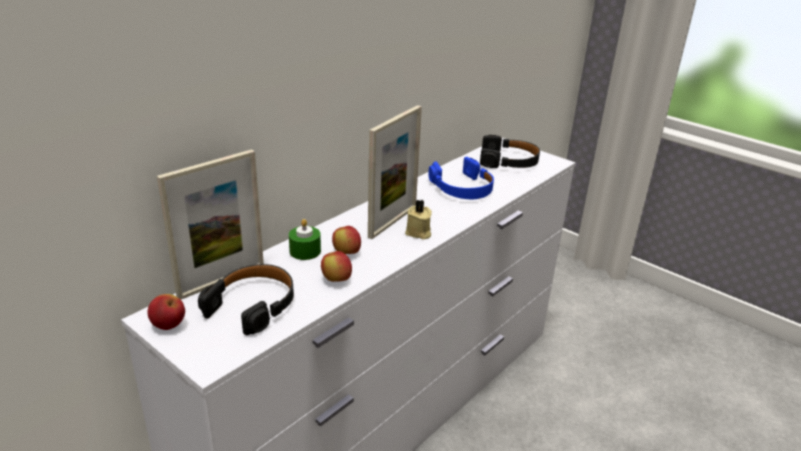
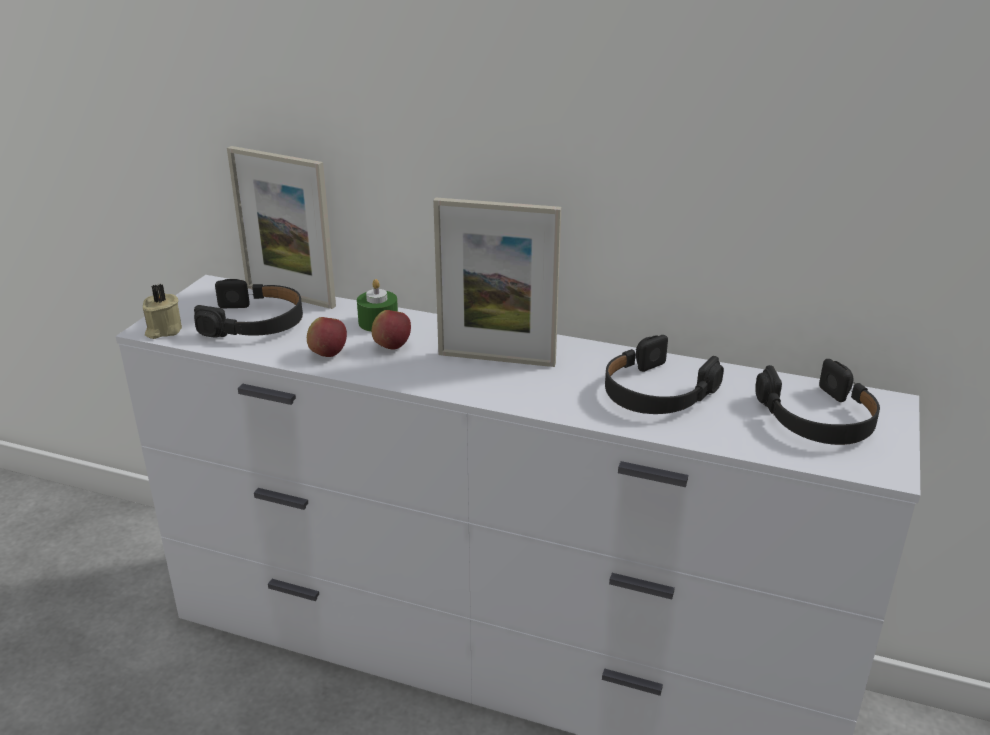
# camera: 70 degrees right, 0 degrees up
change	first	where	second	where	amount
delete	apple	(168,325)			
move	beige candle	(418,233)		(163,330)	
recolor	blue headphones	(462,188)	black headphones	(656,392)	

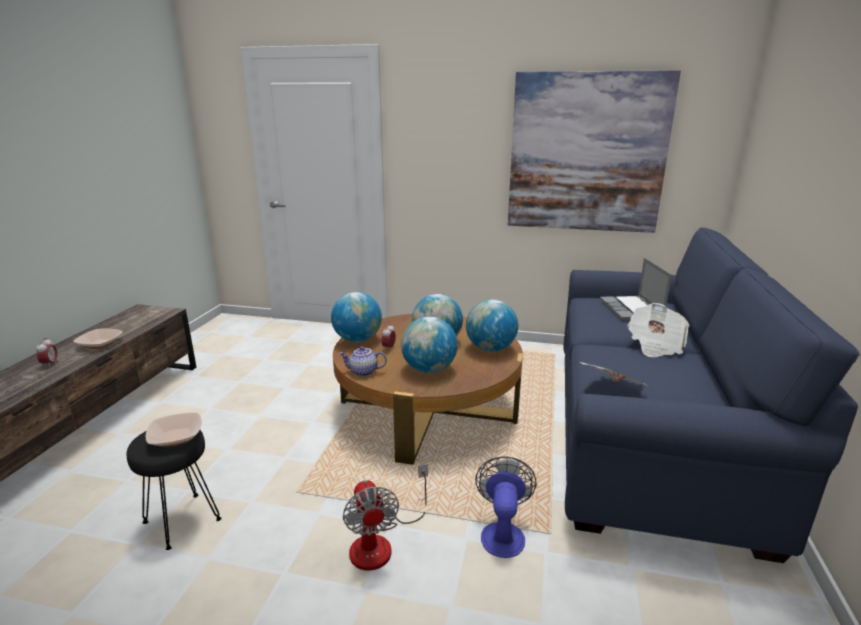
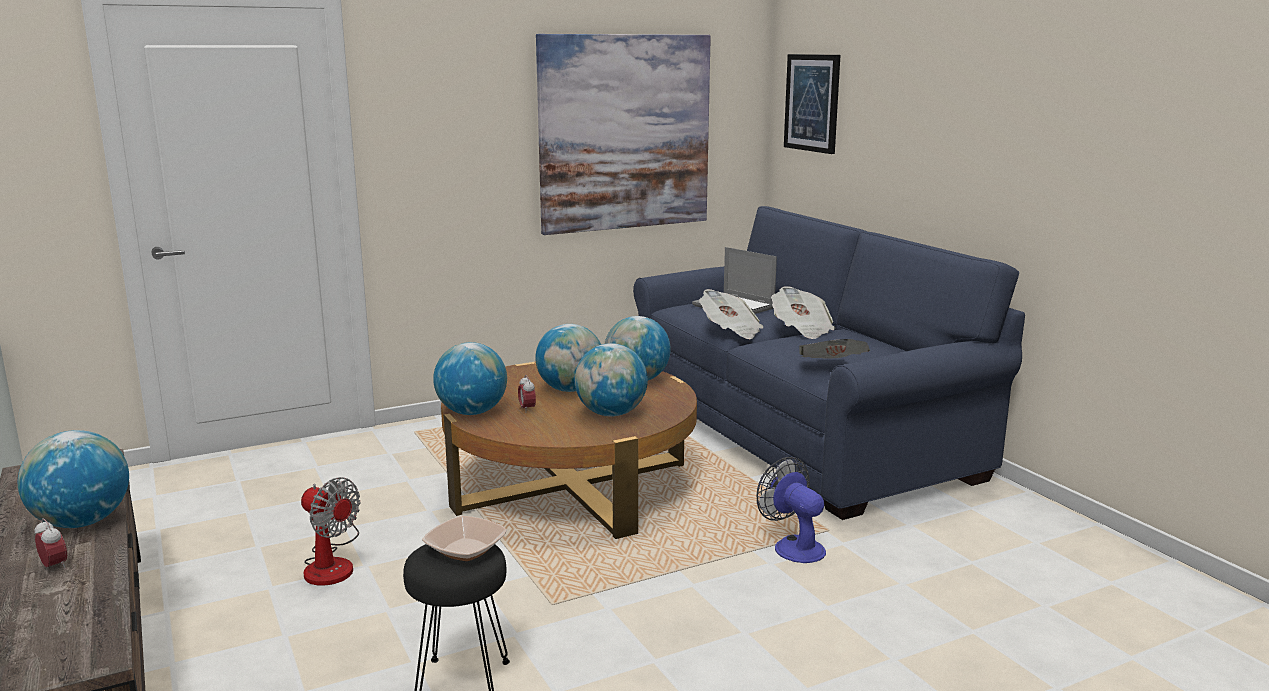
# camera: 40 degrees left, 5 degrees down
change	first	where	second	where	amount
replace	bowl	(100,344)	globe	(82,522)	
delete	teapot	(363,372)			
move	fan	(381,542)		(332,563)	
insert			newspaper	(731,331)	
insert			picture	(812,103)	

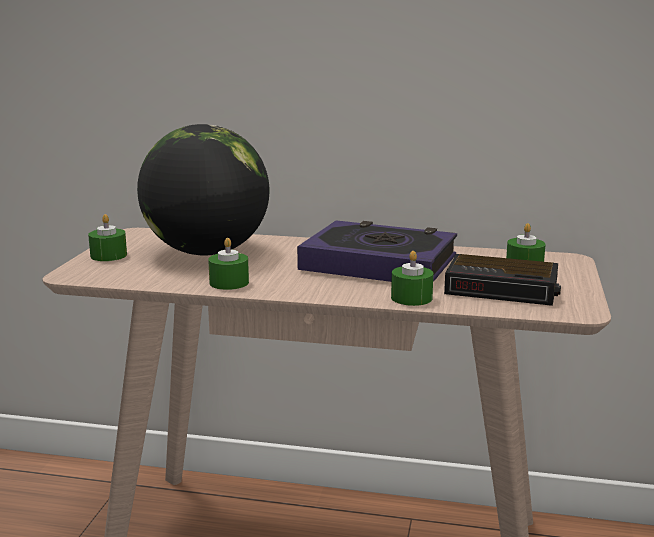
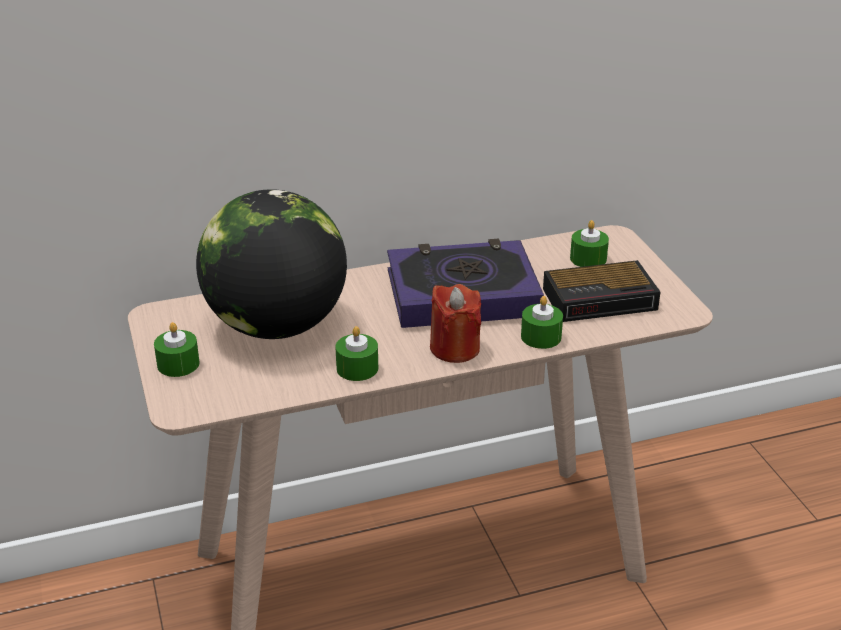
# camera: 30 degrees left, 15 degrees up
change	first	where	second	where	amount
insert			red candle	(454,348)	

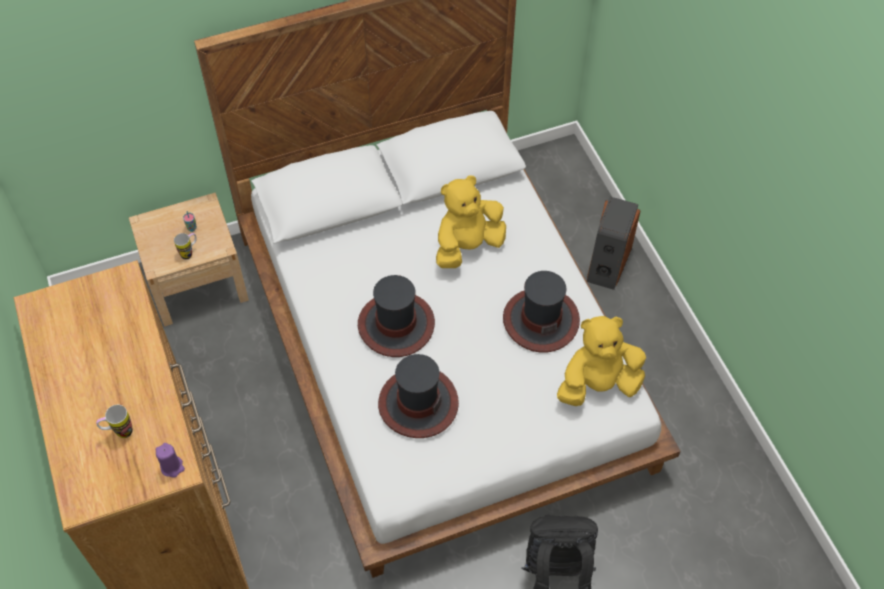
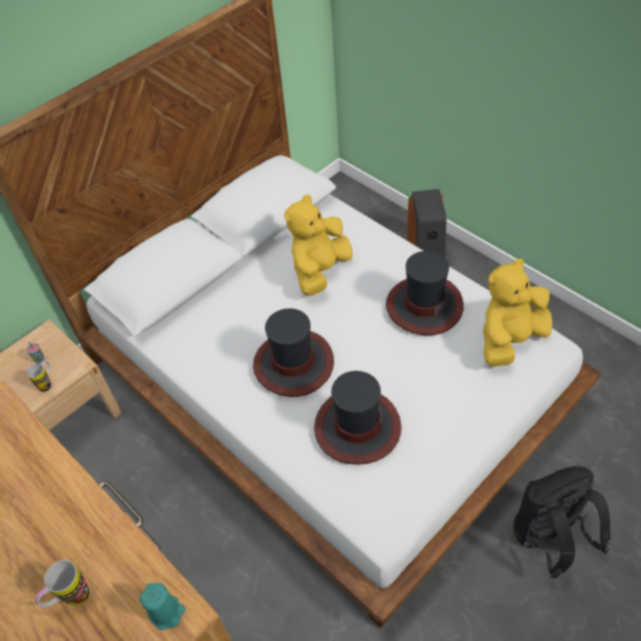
# camera: 20 degrees left, 5 degrees down
change	first	where	second	where	amount
recolor	purple candle	(172,467)	turquoise candle	(167,612)	

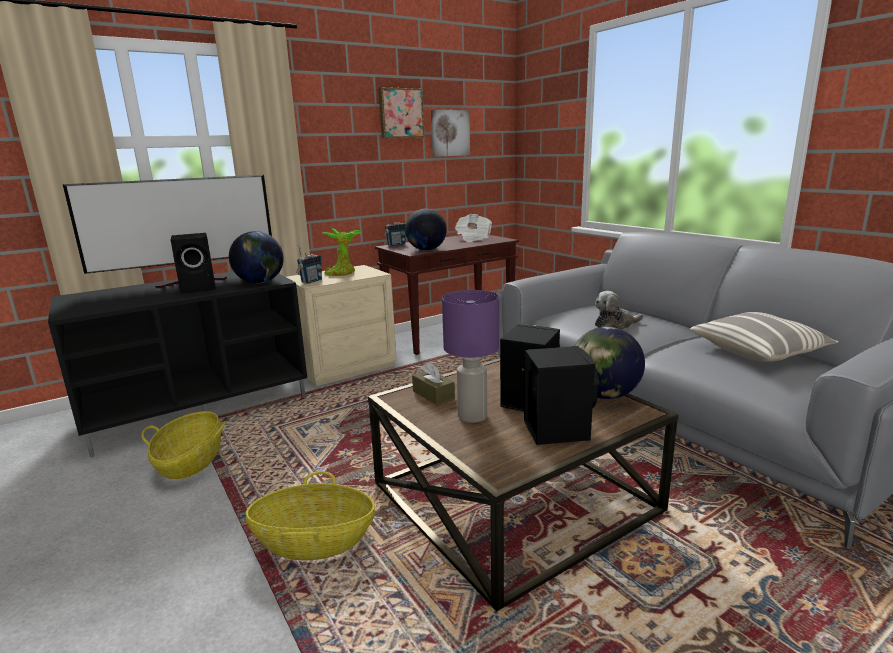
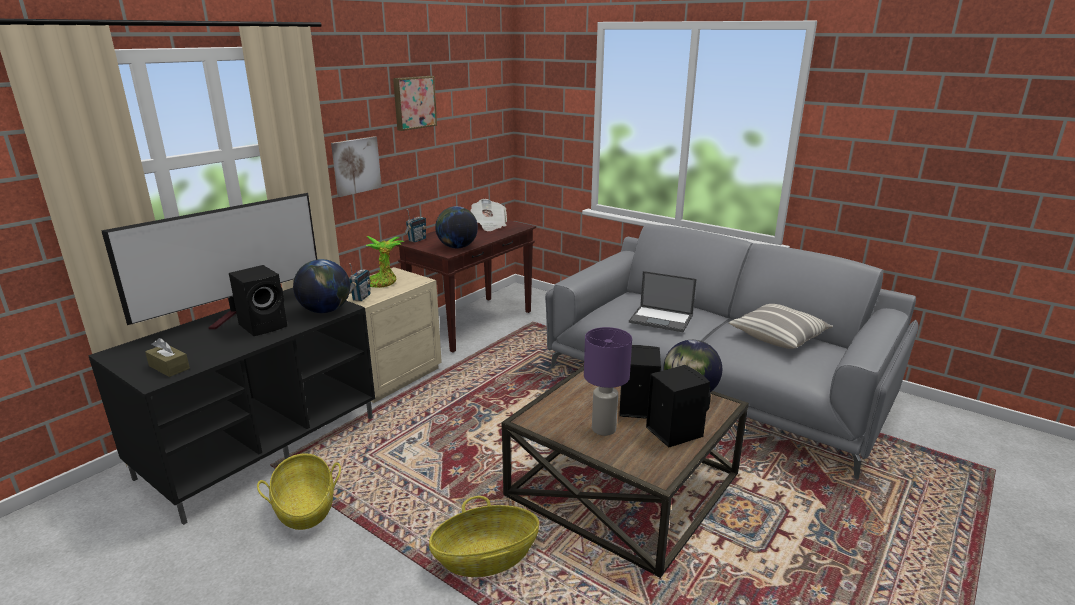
# camera: 20 degrees left, 5 degrees up
change	first	where	second	where	amount
move	brown tissue box	(433,395)		(169,367)	
move	picture	(449,133)		(355,165)	
replace	plush toy	(615,325)	laptop	(662,319)	

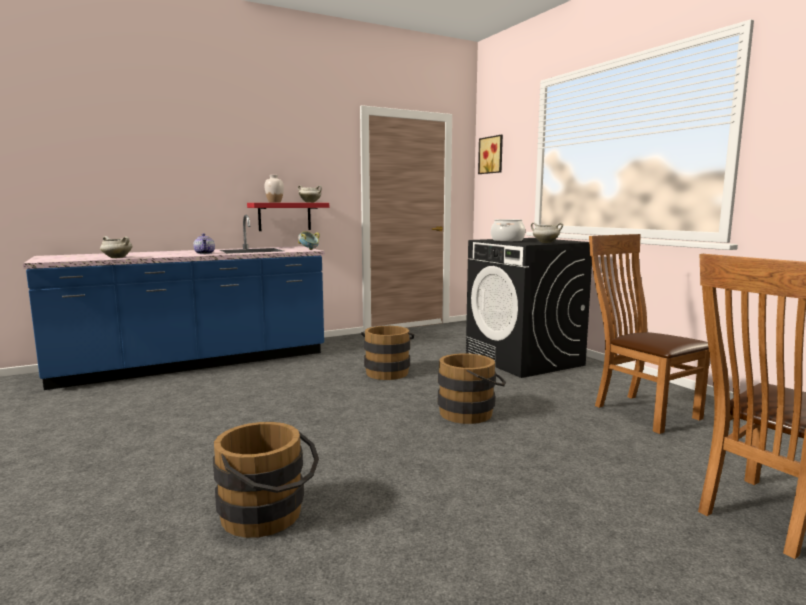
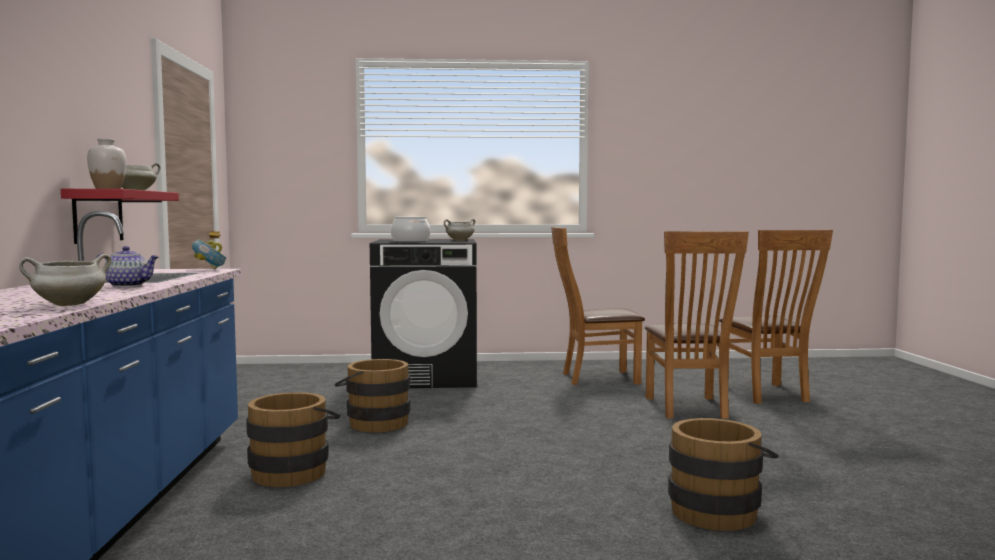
# camera: 65 degrees left, 5 degrees down
change	first	where	second	where	amount
move	brown bucket	(471,413)		(293,471)	
delete	picture	(492,155)			
insert			brown chair	(688,409)	

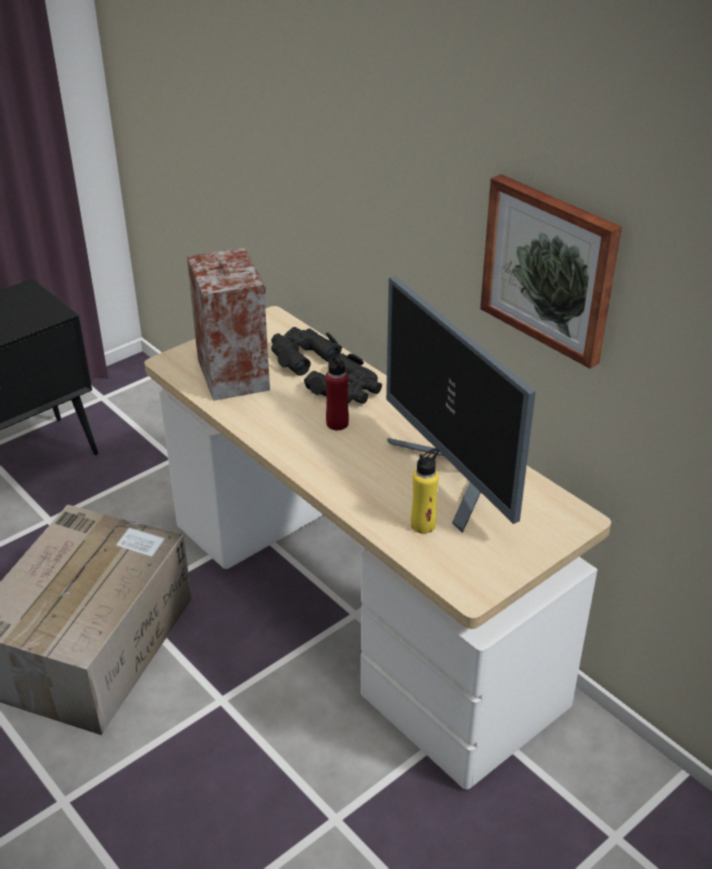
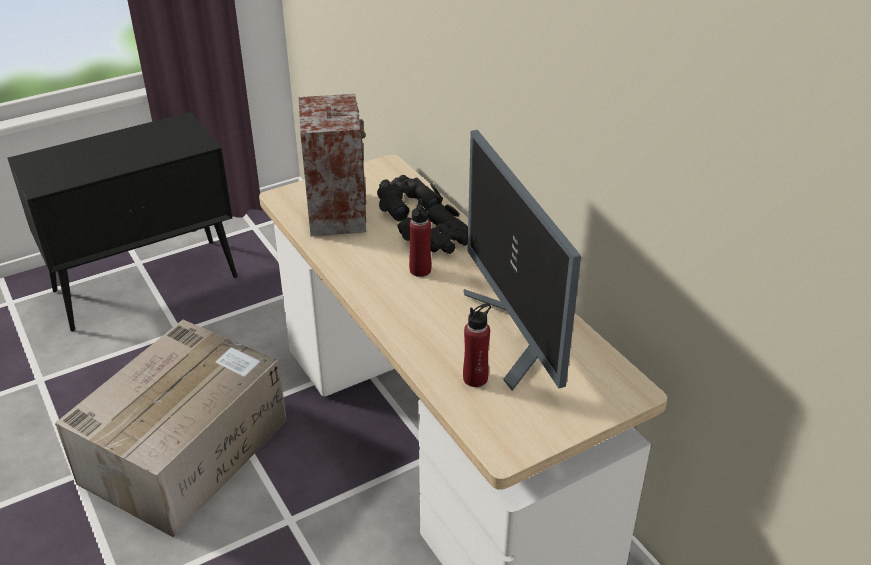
# camera: 10 degrees right, 0 degrees up
change	first	where	second	where	amount
recolor	yellow bottle	(423,525)	red bottle	(475,378)	
delete	picture	(550,268)			

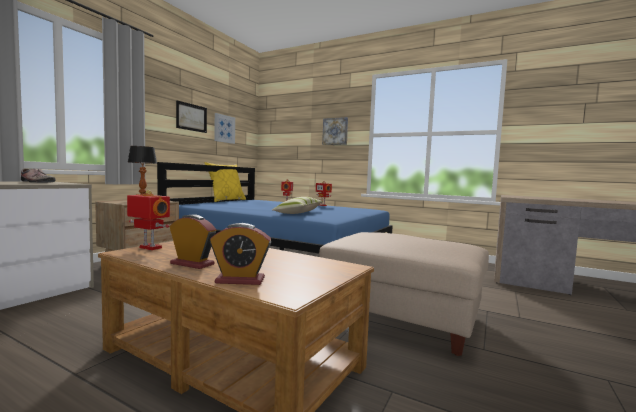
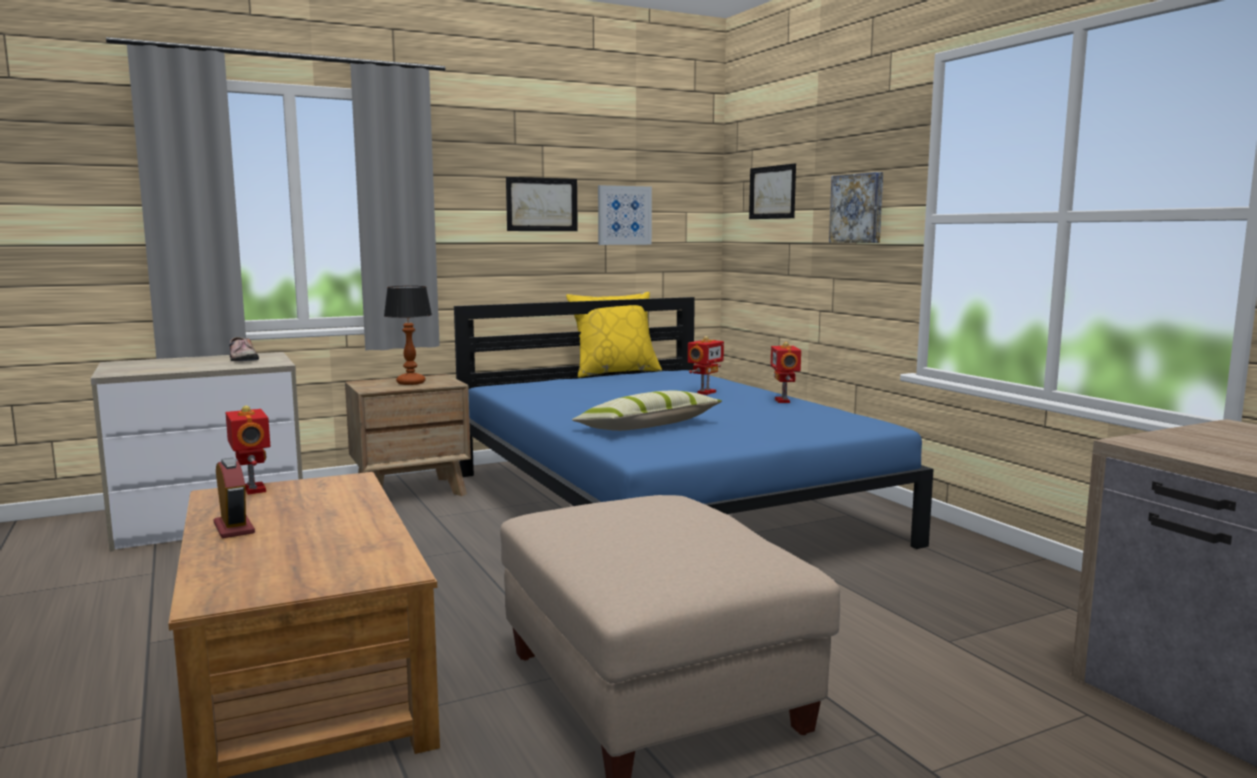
# camera: 35 degrees right, 5 degrees up
change	first	where	second	where	amount
delete	alarm clock	(240,280)			
insert			picture	(772,192)	

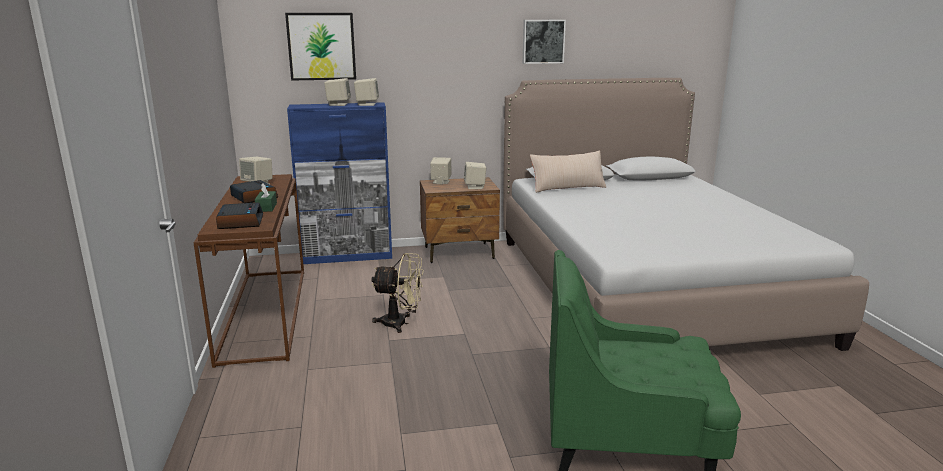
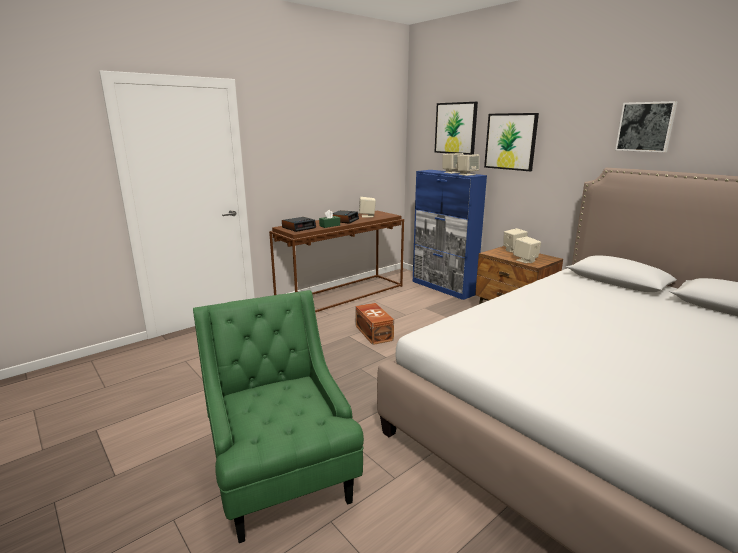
# camera: 60 degrees right, 0 degrees up
change	first	where	second	where	amount
replace	beige fan	(401,323)	brown storage box	(374,332)	
delete	beige pillow	(567,187)			
insert			picture	(510,141)	

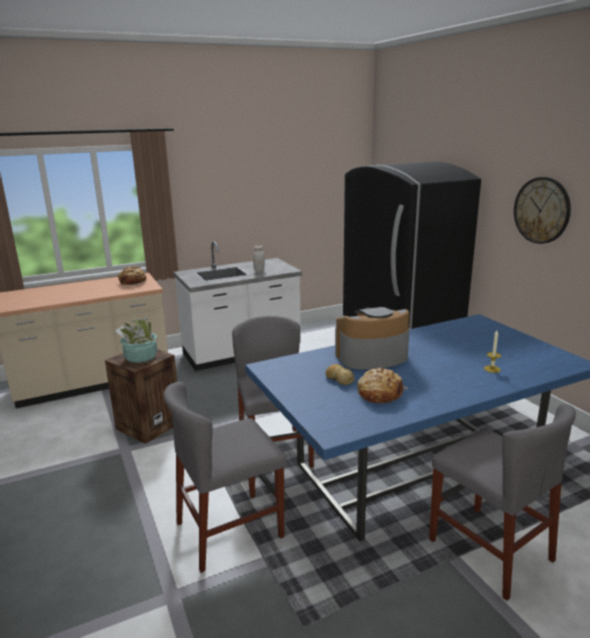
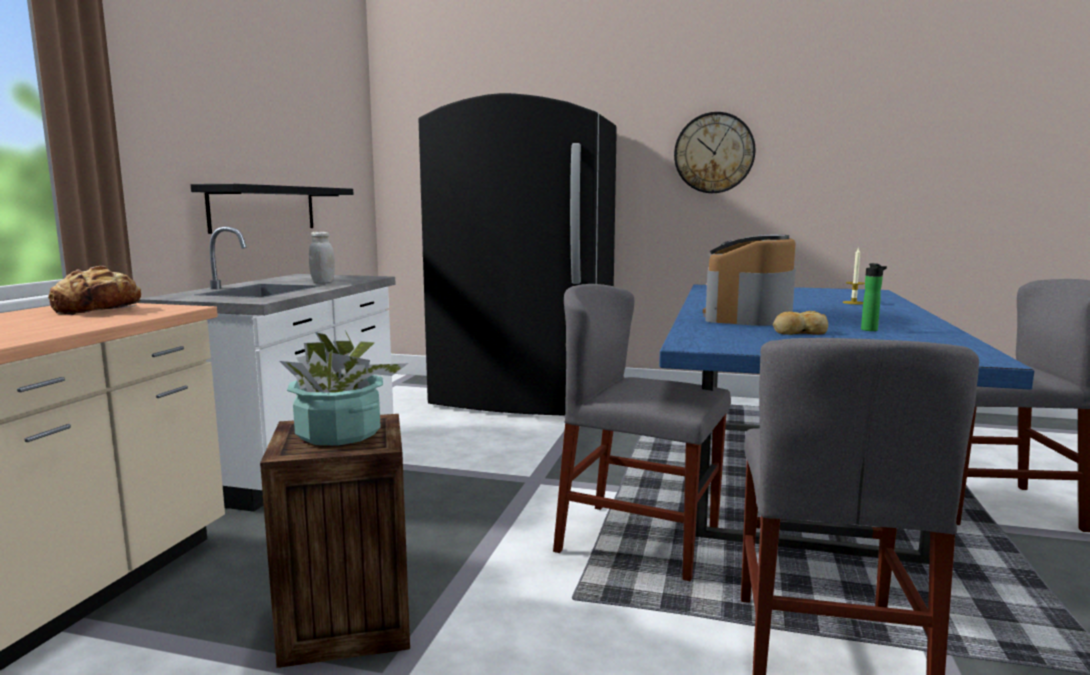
# camera: 50 degrees left, 10 degrees down
change	first	where	second	where	amount
replace	bread	(379,393)	bottle	(870,330)	
insert			black shelf	(264,208)	

